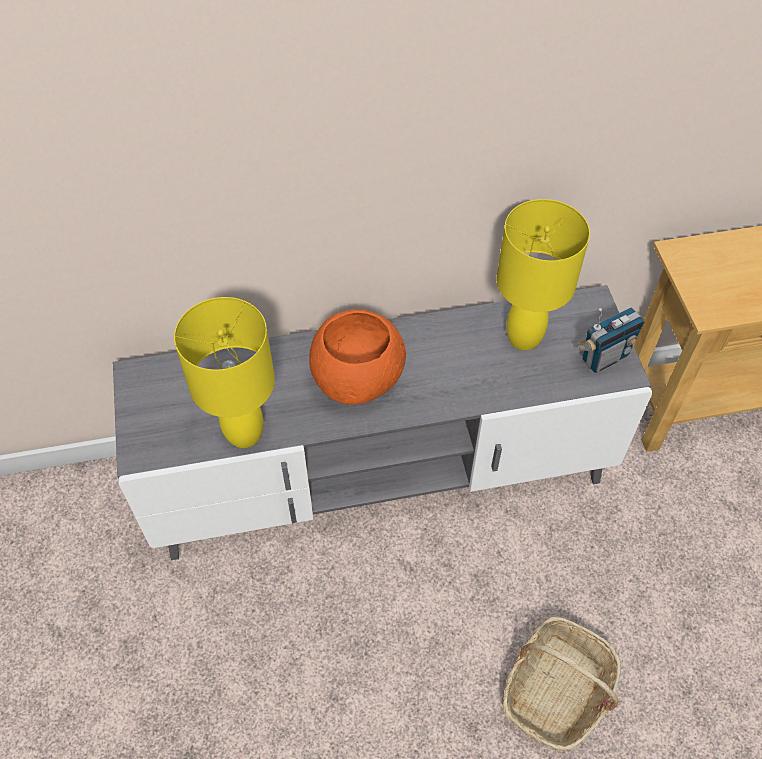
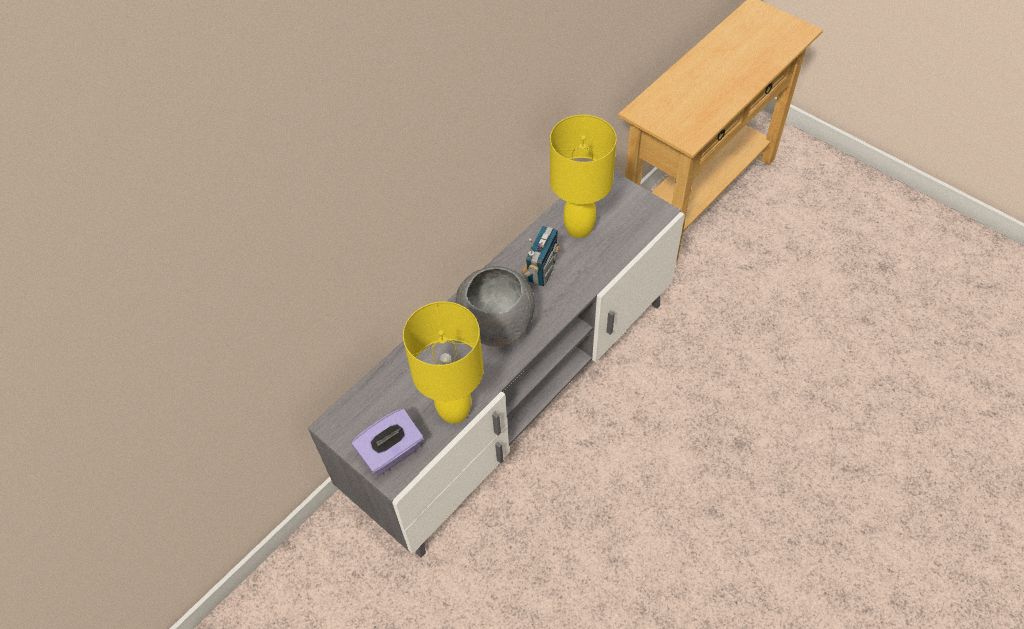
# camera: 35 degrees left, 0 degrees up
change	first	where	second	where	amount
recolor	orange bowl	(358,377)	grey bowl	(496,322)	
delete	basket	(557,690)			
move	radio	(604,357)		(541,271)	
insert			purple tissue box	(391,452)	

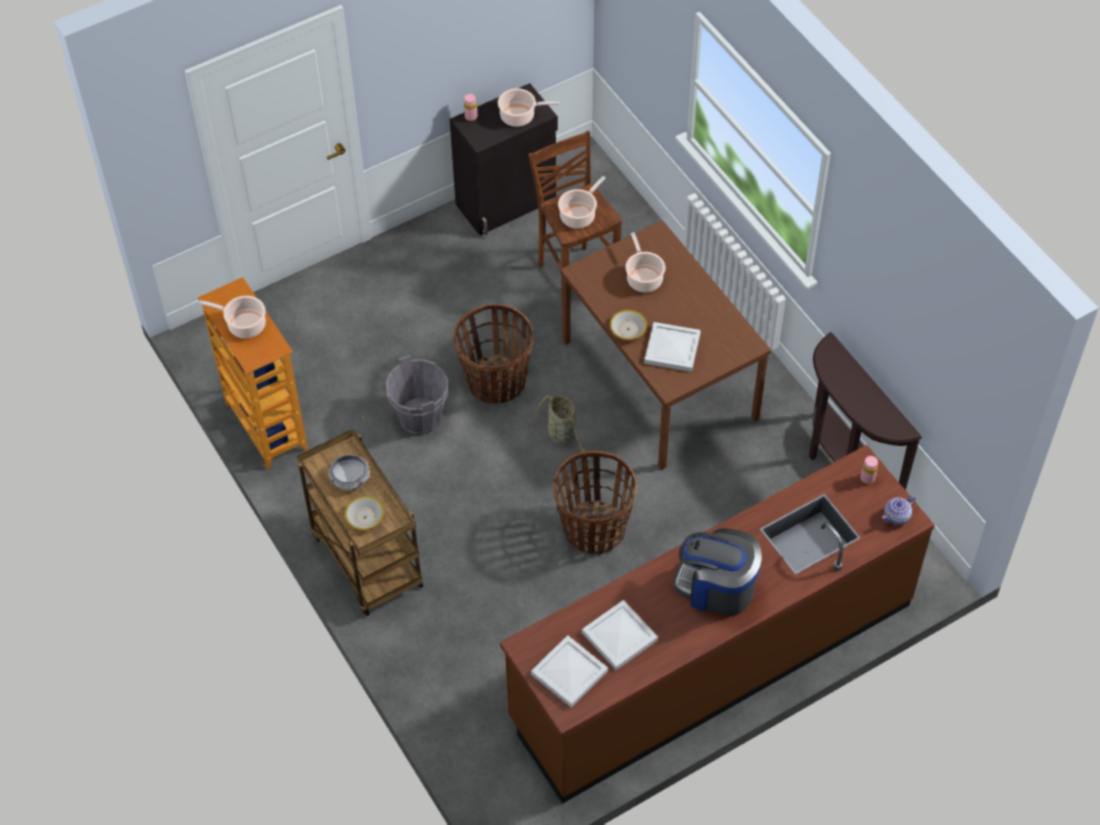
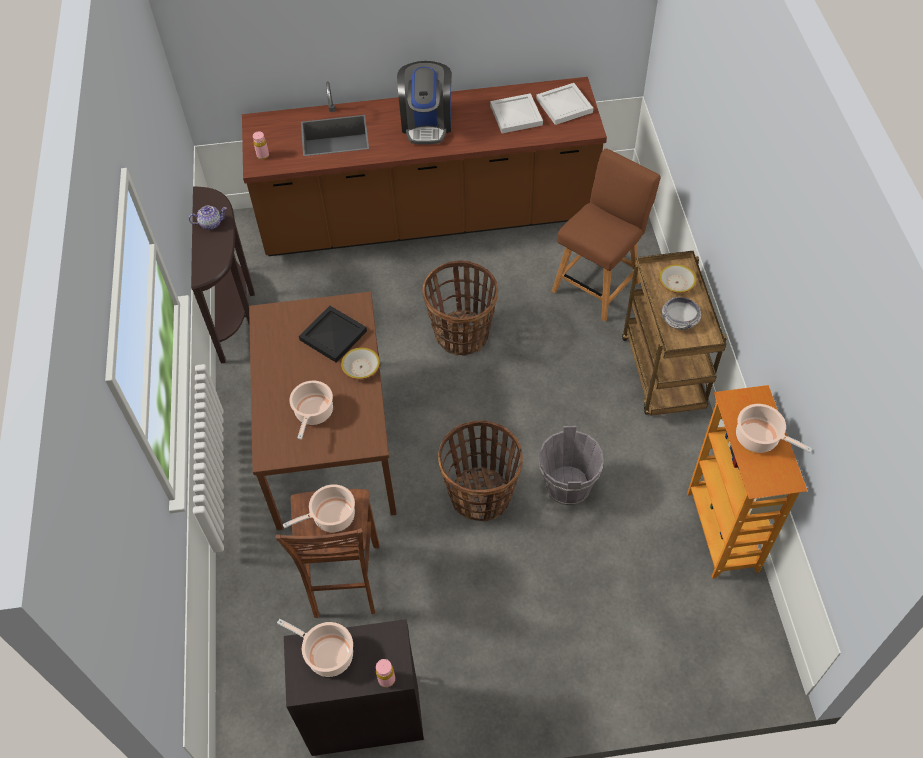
# camera: 155 degrees left, 0 degrees up
change	first	where	second	where	amount
delete	basket	(562,435)			
recolor	white tray	(671,348)	black tray	(333,336)	
rotate	coffee machine	(716,587)		(427,123)	45 degrees clockwise
move	teapot	(897,517)		(210,223)	
insert			brown chair	(598,284)	

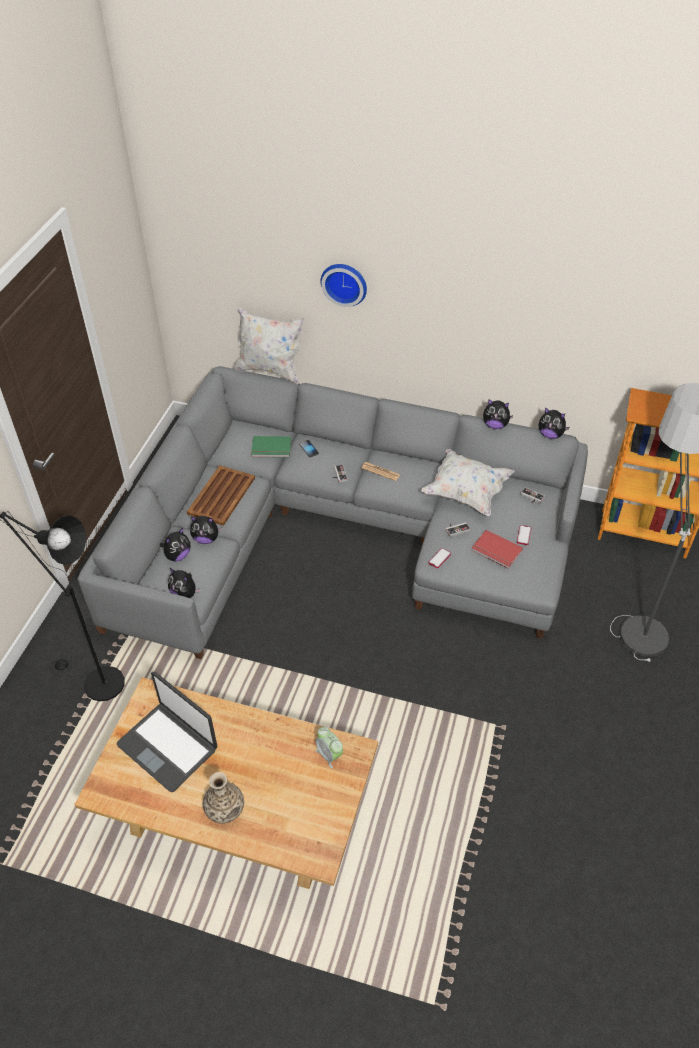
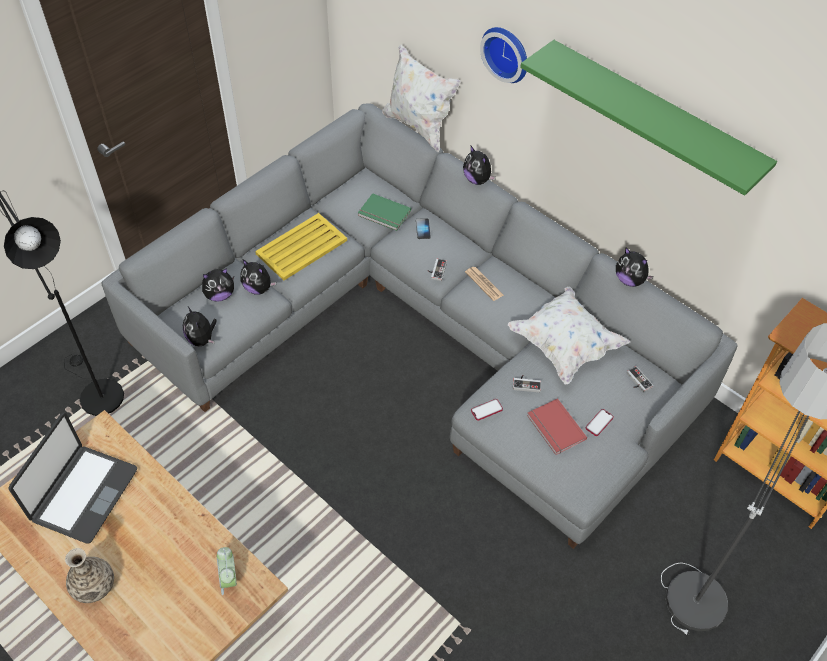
# camera: 25 degrees right, 5 degrees up
change	first	where	second	where	amount
rotate	laptop	(168,746)		(83,494)	135 degrees counterclockwise
recolor	brown tray	(222,495)	yellow tray	(302,247)	
move	plush toy	(550,435)		(477,180)	
insert			green shelf	(653,117)	

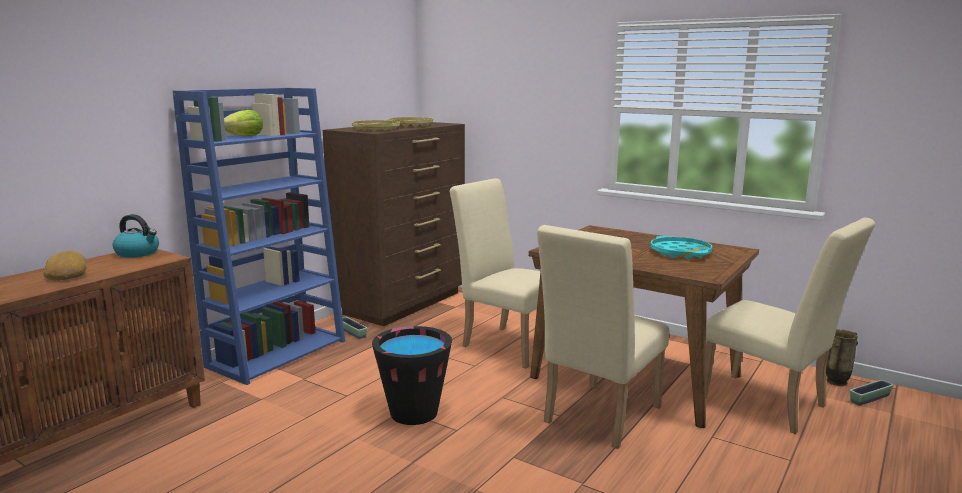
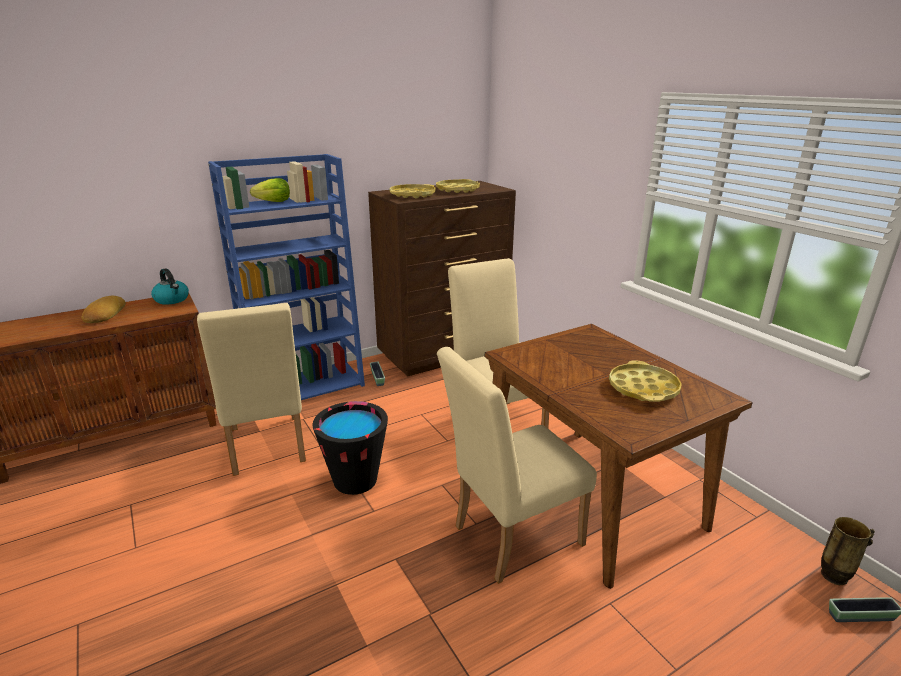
# camera: 25 degrees right, 10 degrees up
change	first	where	second	where	amount
recolor	turquoise tray	(680,252)	yellow tray	(643,388)	
move	beige chair	(771,406)		(266,449)	

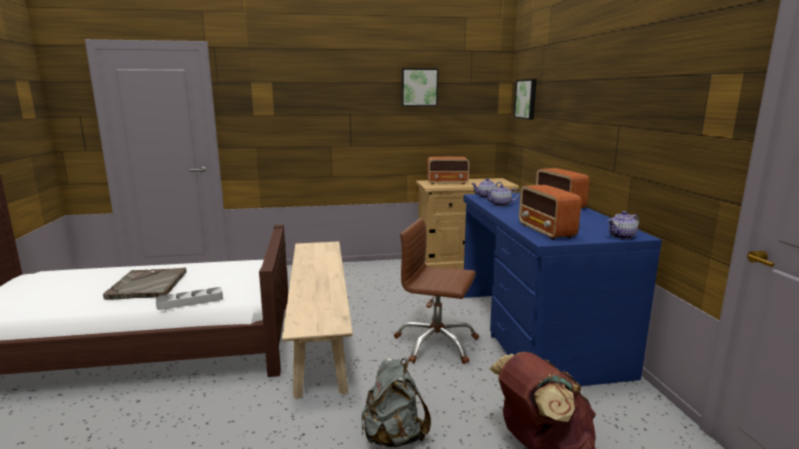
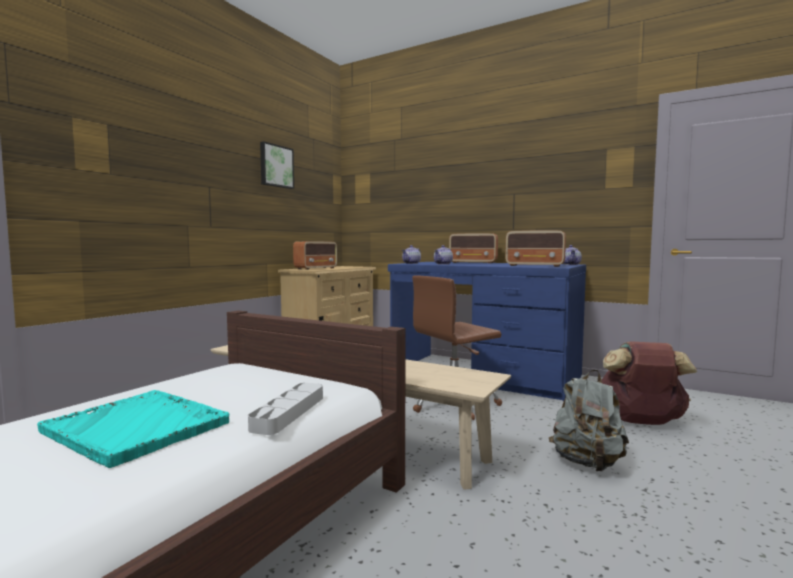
# camera: 50 degrees left, 10 degrees down
change	first	where	second	where	amount
recolor	grey tray	(147,285)	turquoise tray	(137,428)	
delete	picture	(527,99)			

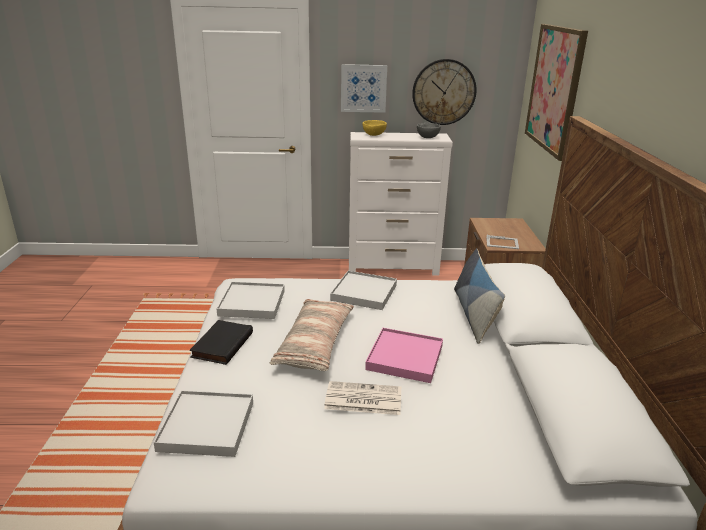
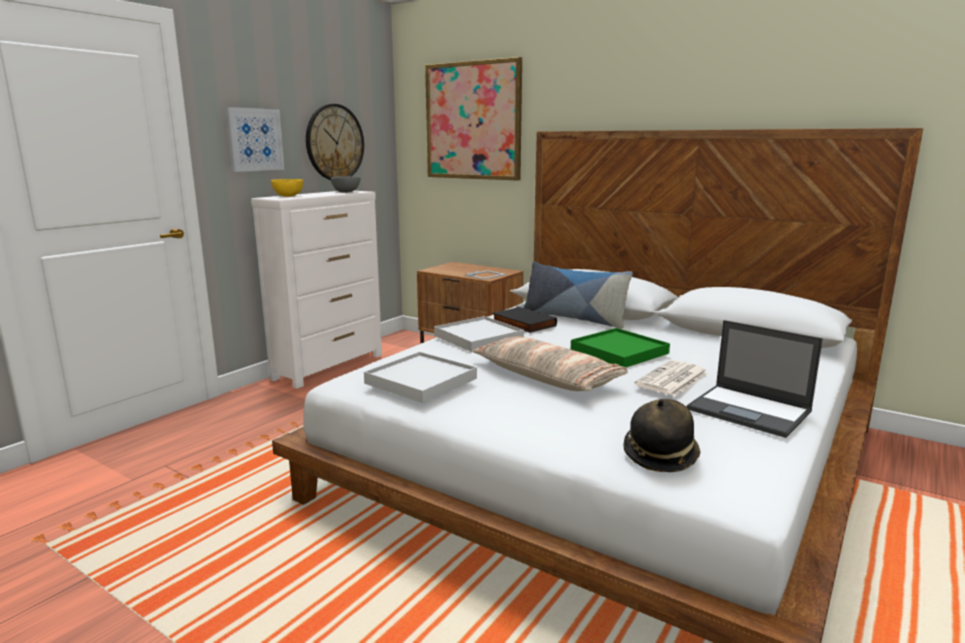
# camera: 55 degrees left, 10 degrees down
change	first	where	second	where	amount
replace	white tray	(206,426)	hat	(660,455)	
move	black book	(221,344)		(522,323)	
recolor	pink tray	(405,357)	green tray	(619,351)	
insert			laptop	(750,411)	

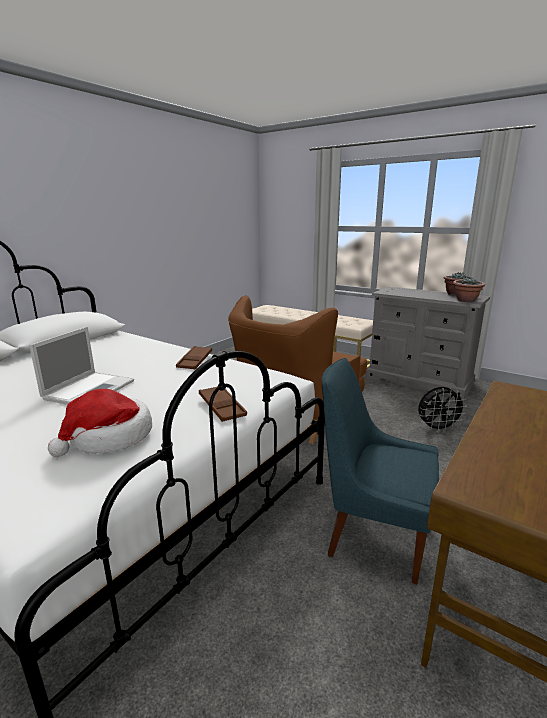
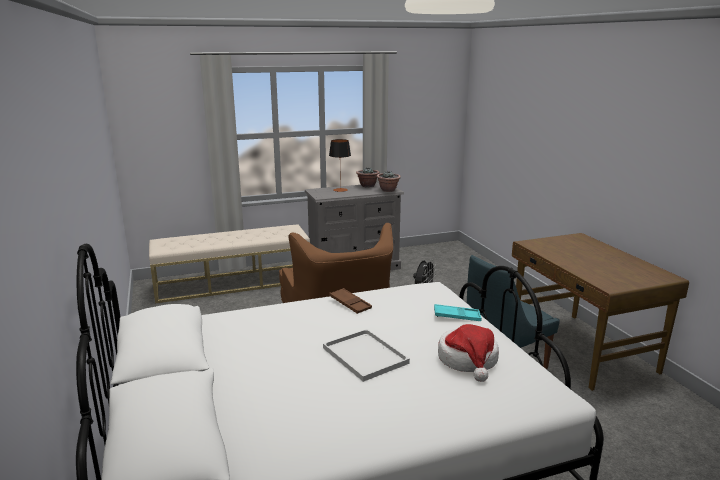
# camera: 55 degrees left, 0 degrees up
change	first	where	second	where	amount
replace	laptop	(90,389)	white tray	(363,355)	
recolor	brown tray	(222,407)	turquoise tray	(457,316)	
insert			table lamp	(340,190)	

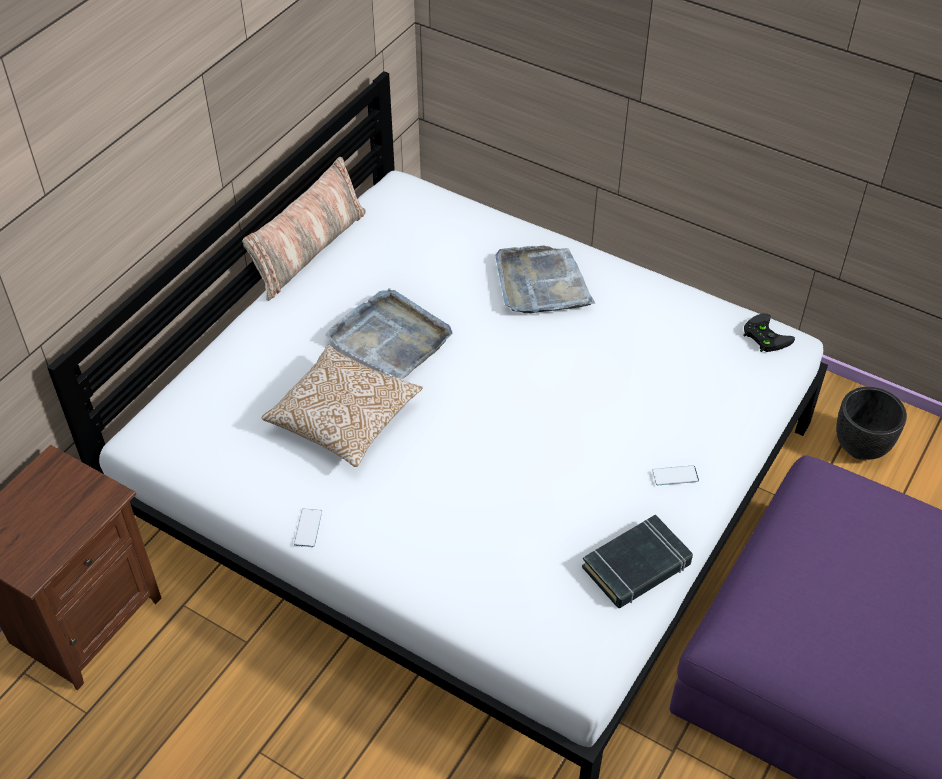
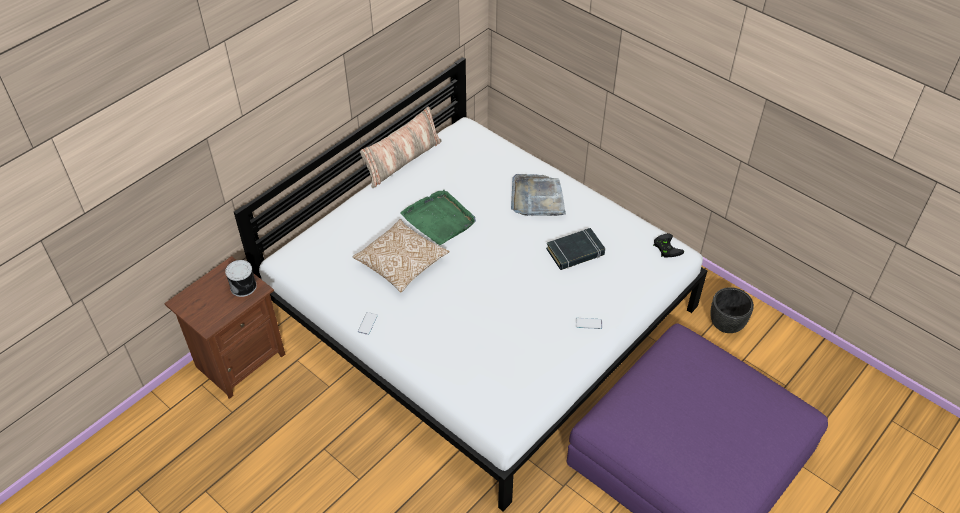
# camera: 10 degrees right, 0 degrees up
change	first	where	second	where	amount
recolor	grey tray	(391,337)	green tray	(439,219)	
move	black book	(637,566)		(575,252)	
insert			can	(244,286)	

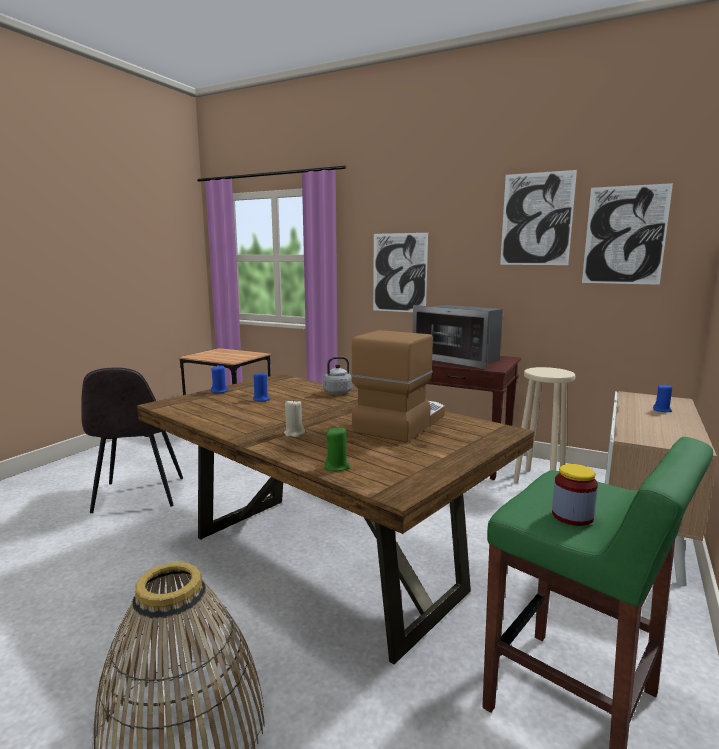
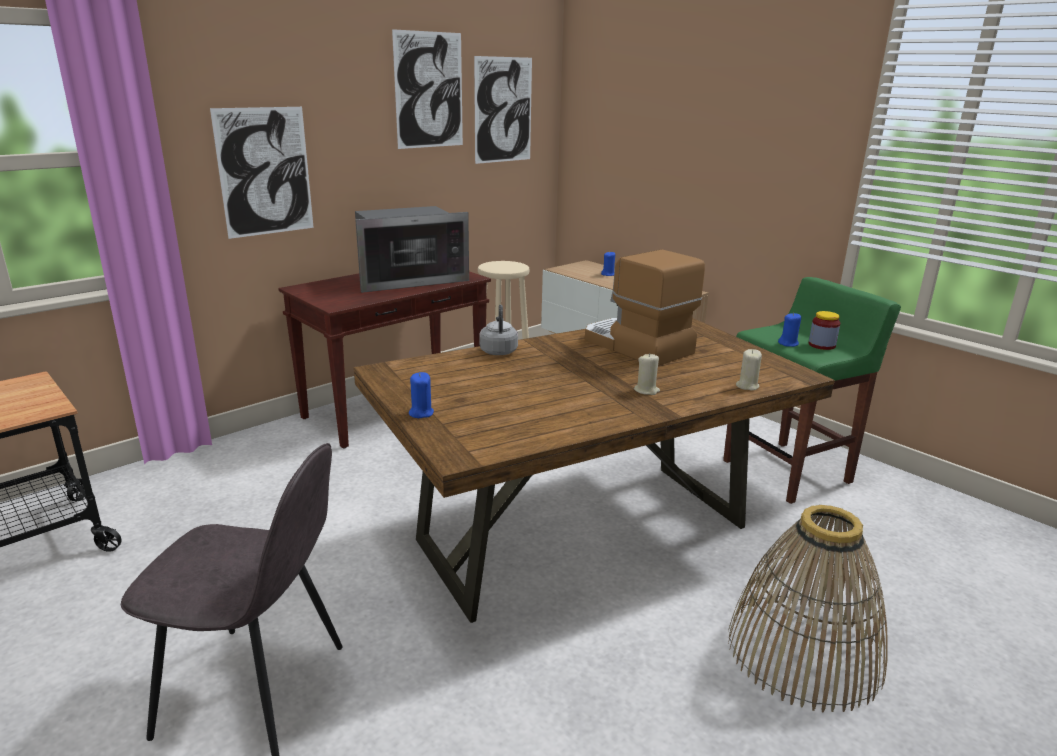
# camera: 70 degrees left, 10 degrees up
change	first	where	second	where	amount
move	blue candle	(261,399)		(788,343)	
recolor	green candle	(337,467)	beige candle	(747,386)	

